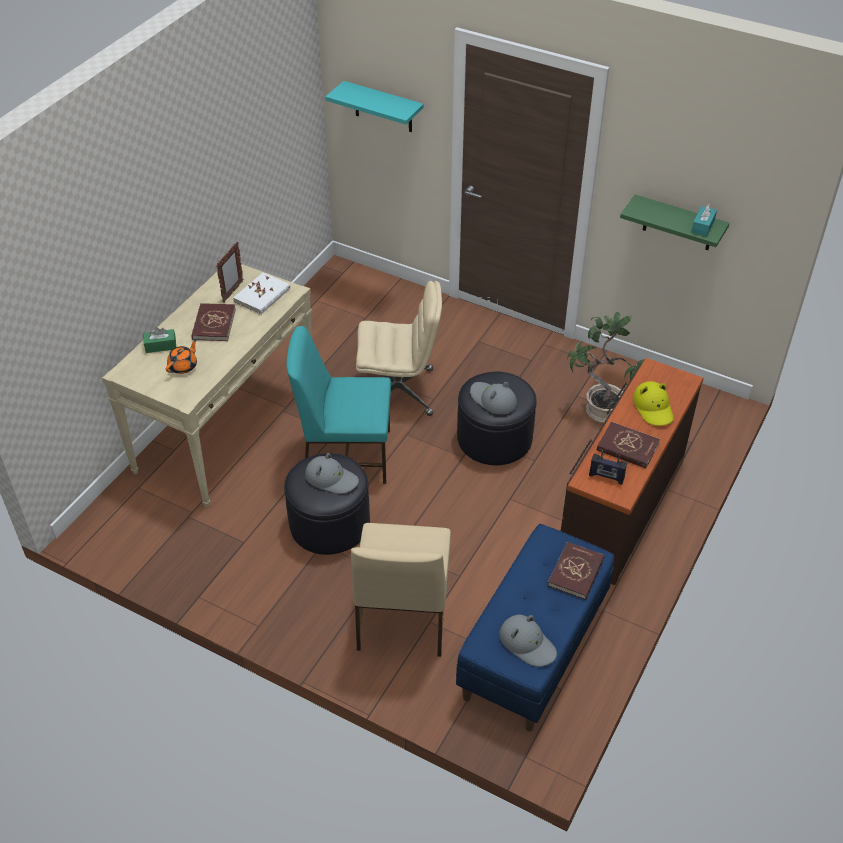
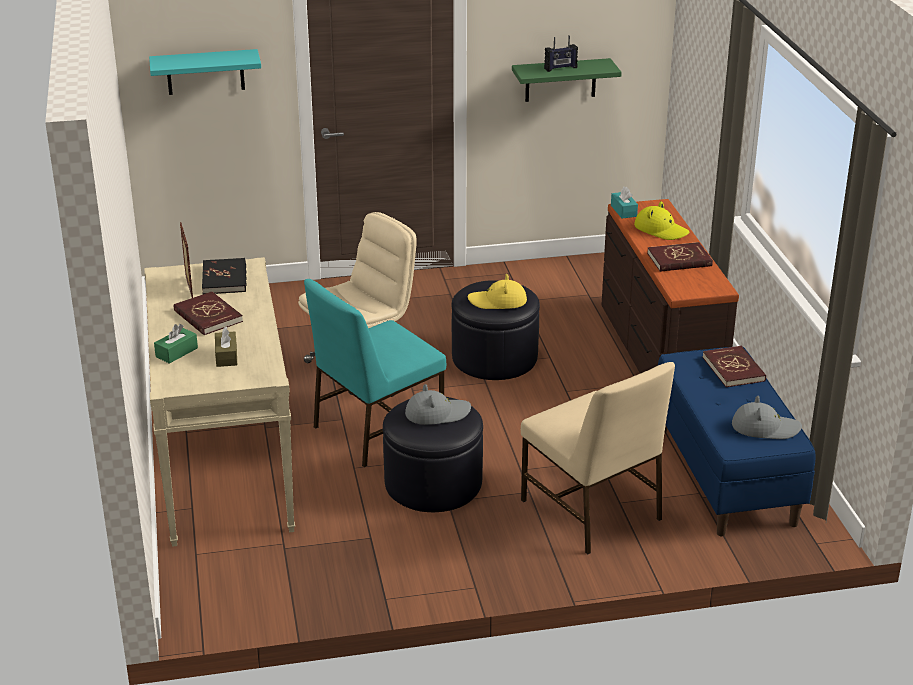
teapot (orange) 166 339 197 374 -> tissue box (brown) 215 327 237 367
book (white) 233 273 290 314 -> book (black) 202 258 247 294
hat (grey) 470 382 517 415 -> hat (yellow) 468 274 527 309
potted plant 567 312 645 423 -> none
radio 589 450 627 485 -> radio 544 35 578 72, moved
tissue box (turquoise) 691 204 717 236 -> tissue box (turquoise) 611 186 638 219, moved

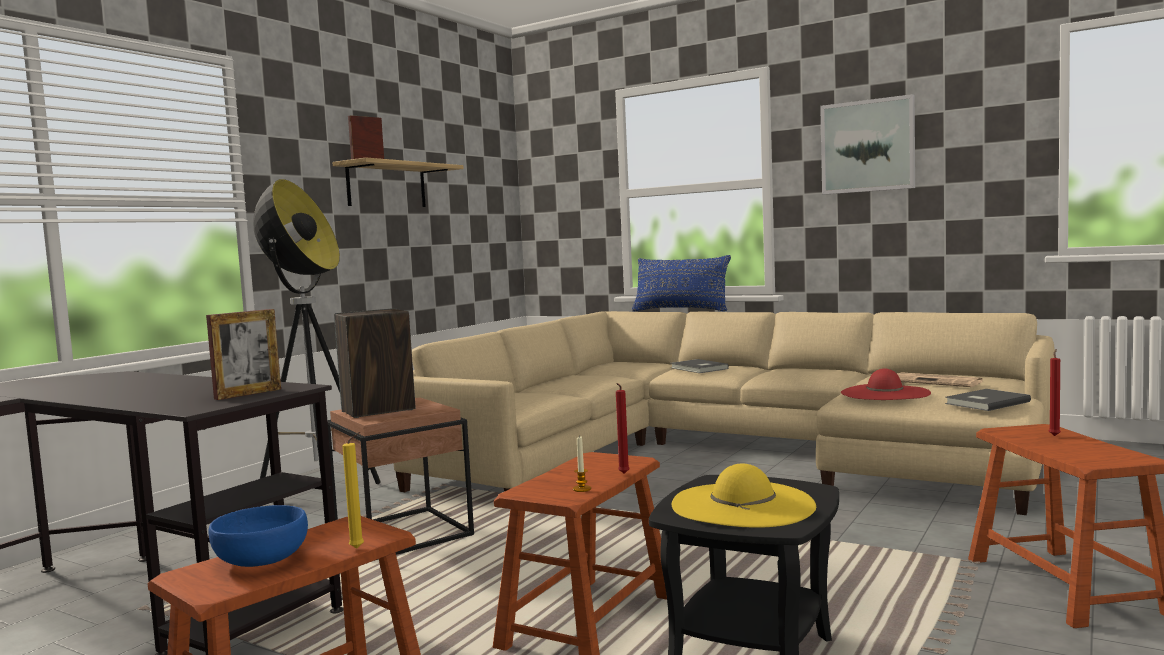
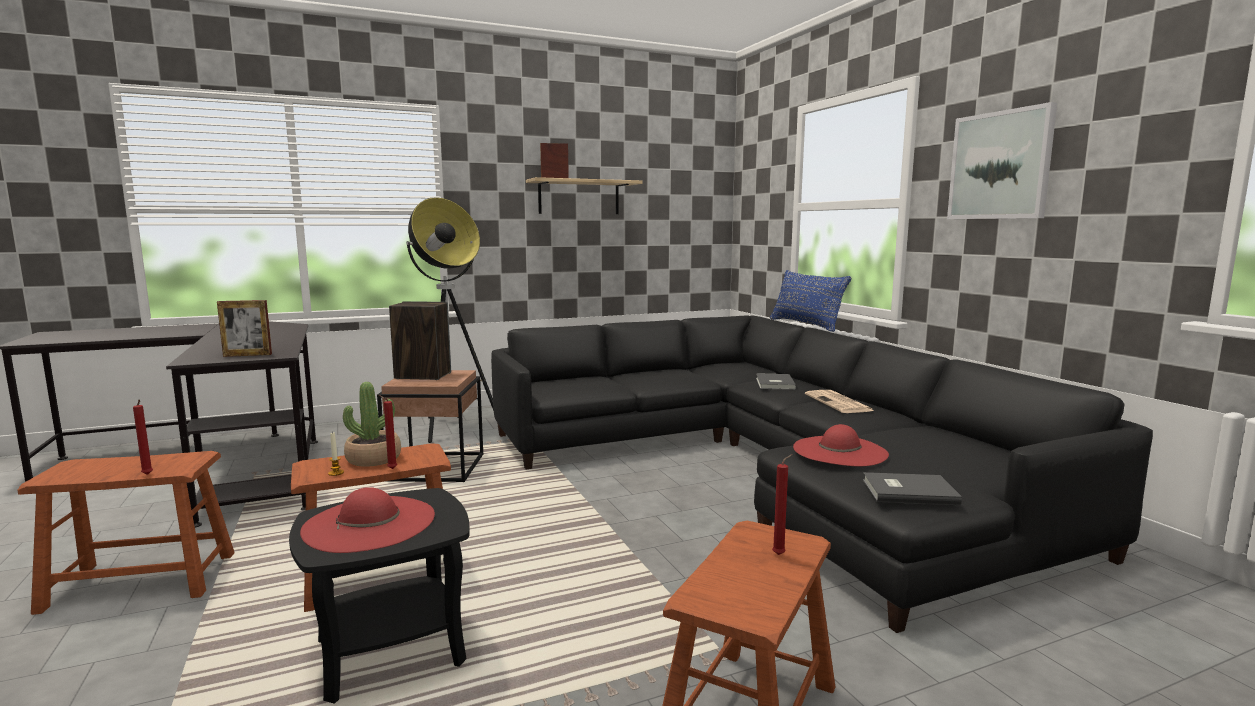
bowl (blue) 208 505 308 567 -> none
candle (yellow) 342 432 364 549 -> candle (red) 133 399 153 475
sofa (beige) 394 311 1055 515 -> sofa (black) 491 315 1153 633
hat (yellow) 672 463 816 528 -> hat (red) 300 487 435 553
newspaper 897 372 984 387 -> newspaper 805 390 874 413, moved
none -> potted plant 343 382 401 467

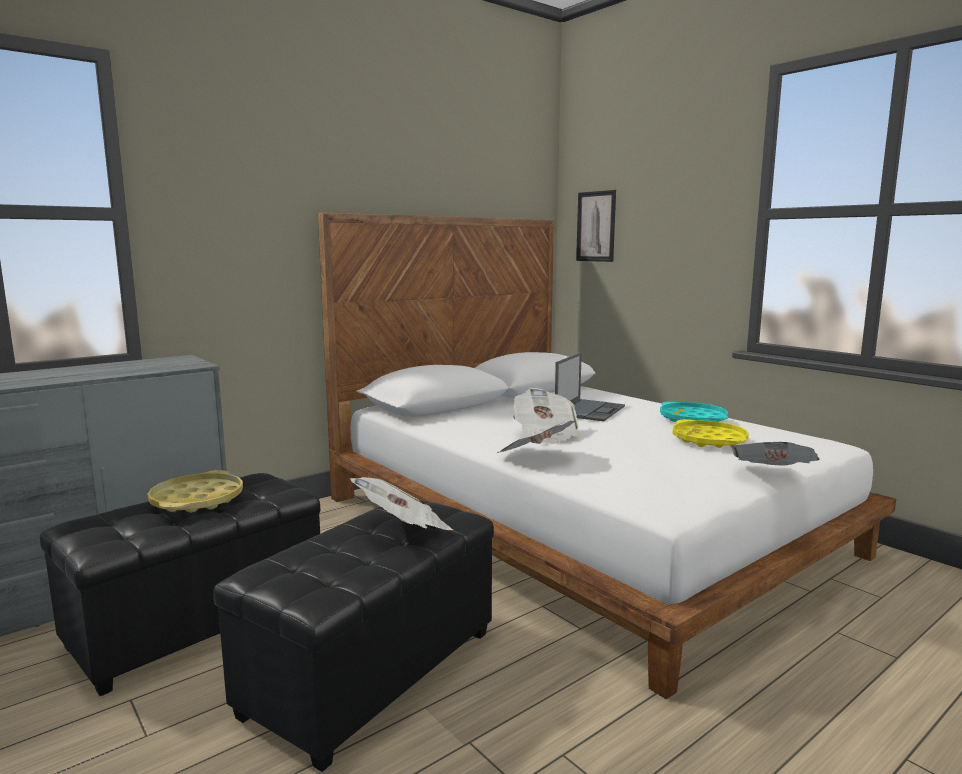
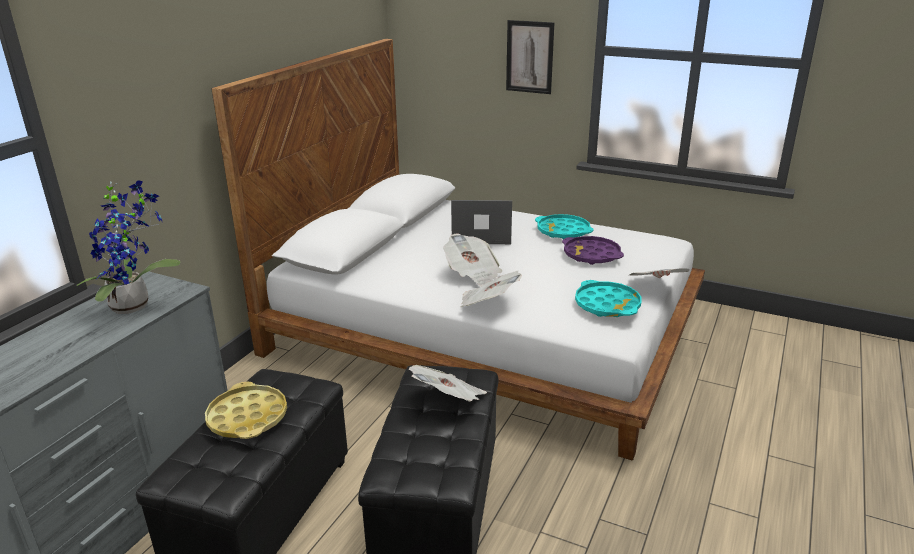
laptop 555 352 625 421 -> laptop 451 200 512 244, 90 degrees counterclockwise
picture 576 190 616 262 -> picture 506 20 554 94, moved
tray (yellow) 673 419 749 448 -> tray (purple) 562 236 624 265
none -> potted plant 76 180 181 314
none -> tray (turquoise) 575 280 642 317

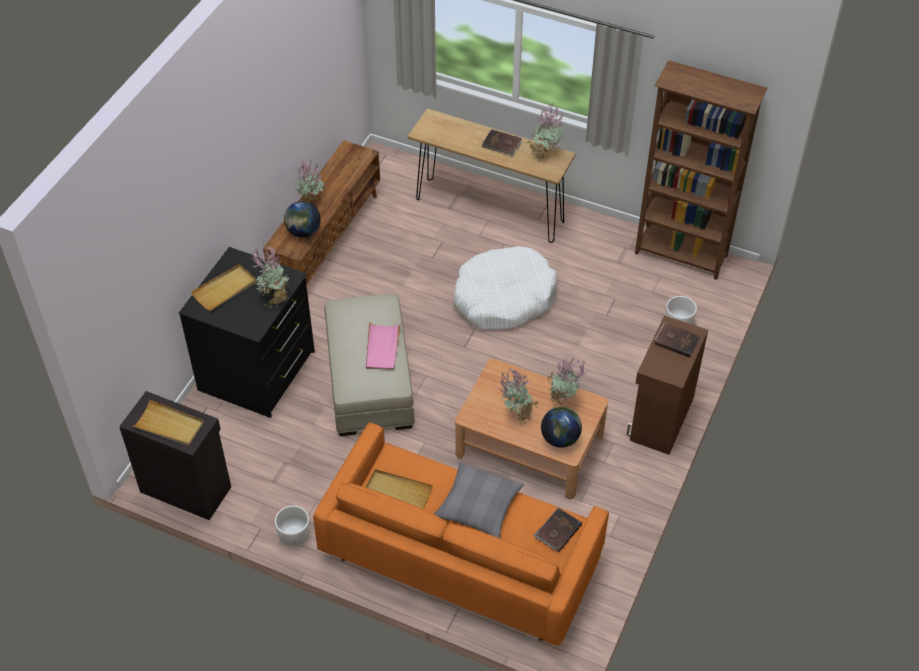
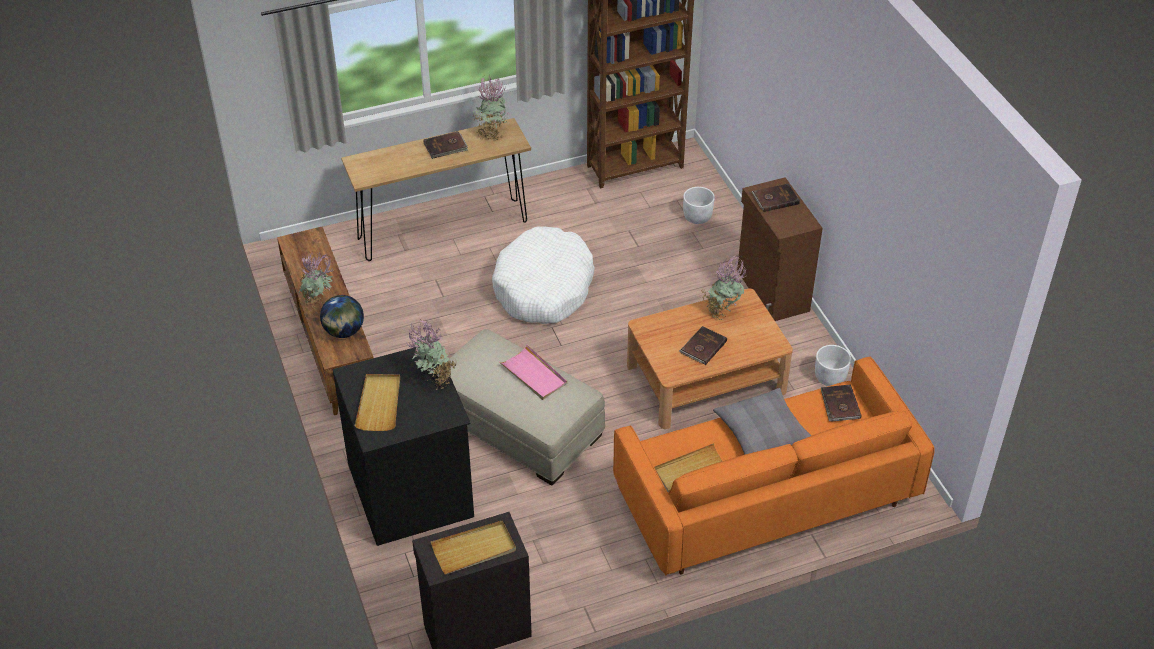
planter (white) 275 506 310 547 -> planter (white) 815 345 851 386, moved
potted plant 499 368 539 424 -> book (brown) 679 326 727 365
globe 541 407 582 448 -> none

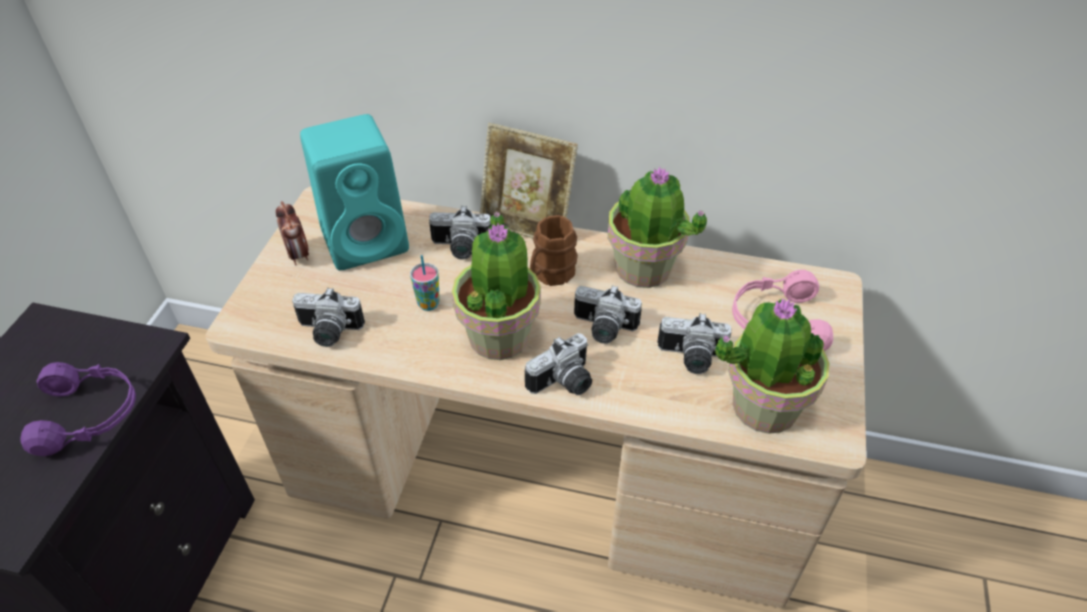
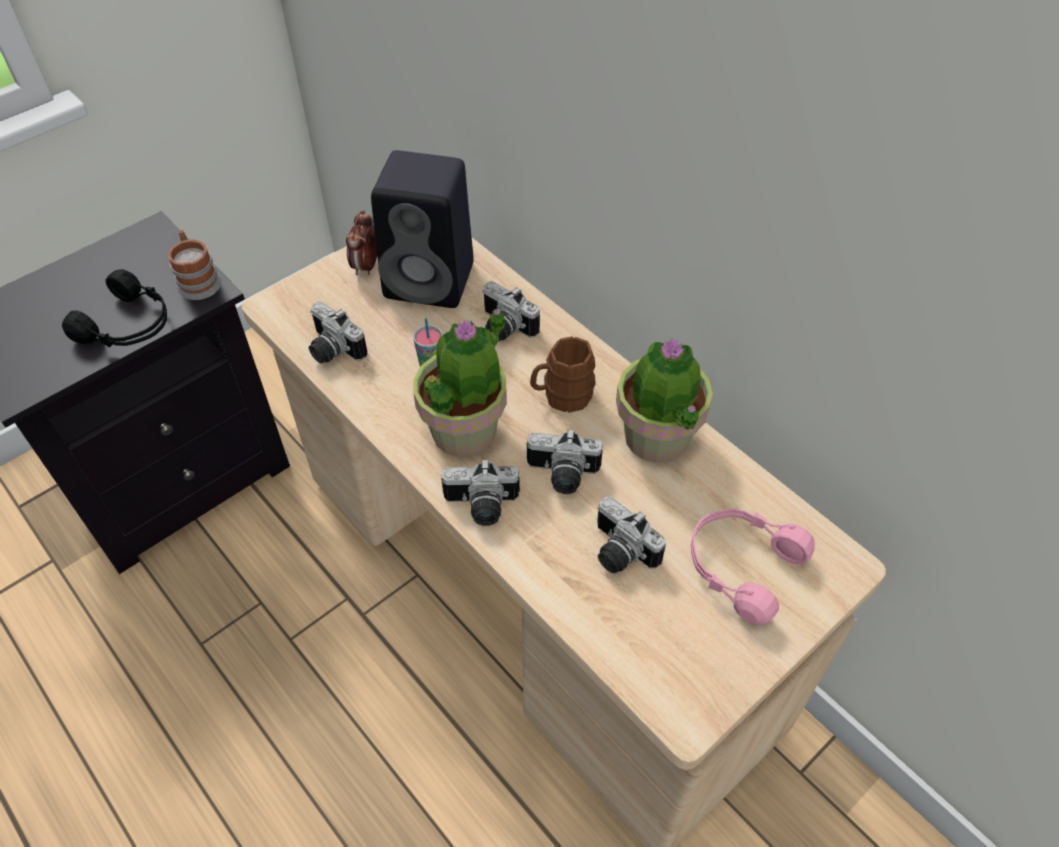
headphones (purple) 20 362 136 456 -> headphones (black) 62 269 167 348
speaker (turquoise) 300 114 409 271 -> speaker (black) 371 150 474 308
picture frame 480 123 578 238 -> none
photo camera 574 285 642 344 -> photo camera 527 429 603 494, 45 degrees counterclockwise
potted plant 714 298 829 434 -> none
none -> mug 168 230 221 300

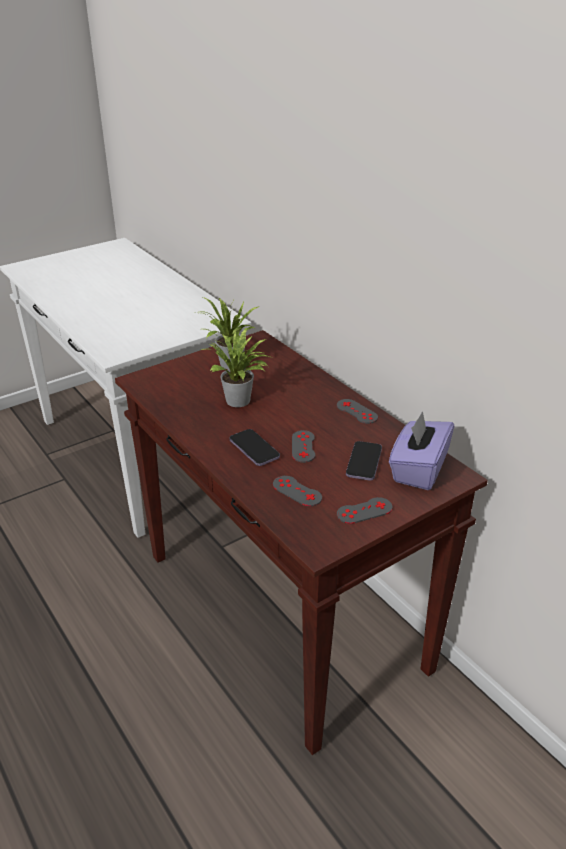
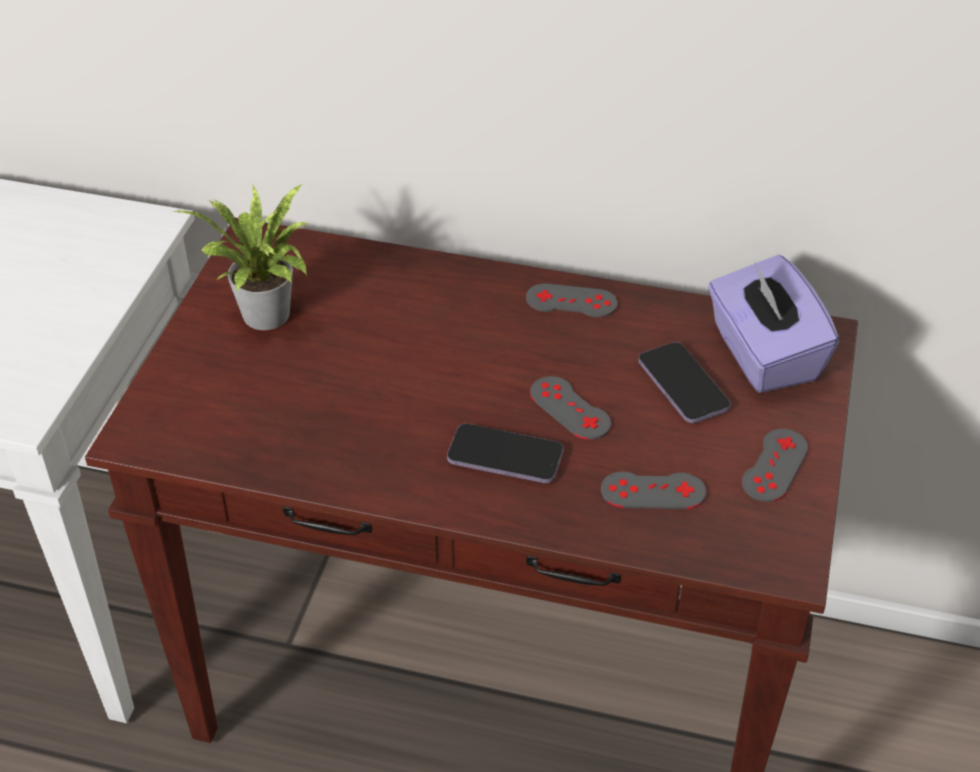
potted plant 201 327 270 407 -> none

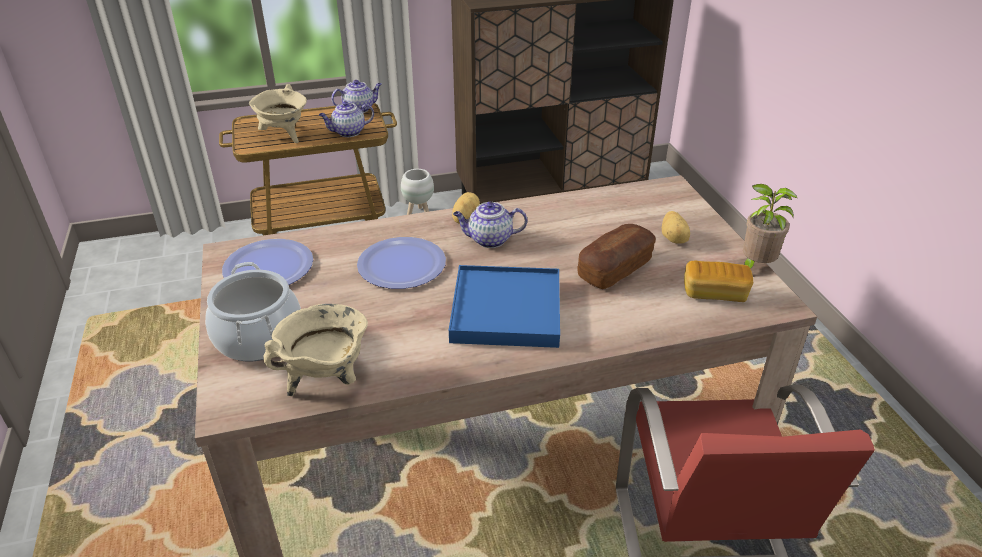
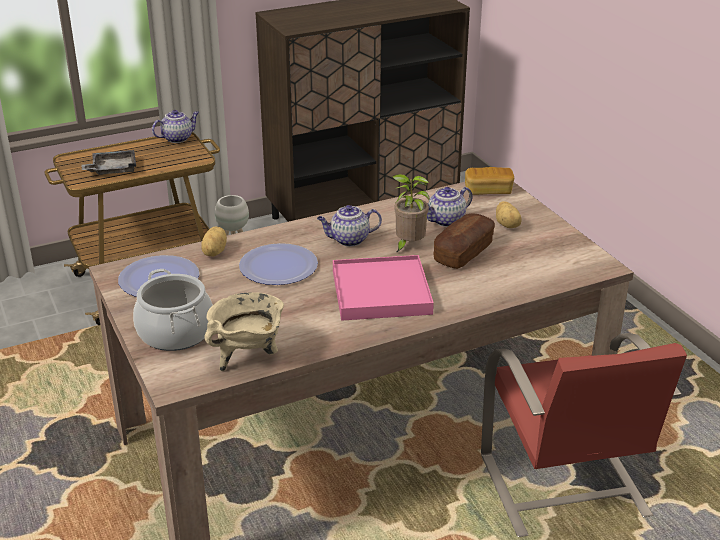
cooking pot (beige) 249 84 307 143 -> tray (grey) 82 150 136 175
teapot 319 101 374 137 -> teapot 427 187 472 227, moved
tray (blue) 449 265 560 348 -> tray (pink) 333 255 434 321
potato 452 192 480 224 -> potato 202 227 227 257, moved
bread 684 260 753 302 -> bread 465 167 514 195, moved
potted plant 743 184 797 269 -> potted plant 392 174 429 253, moved

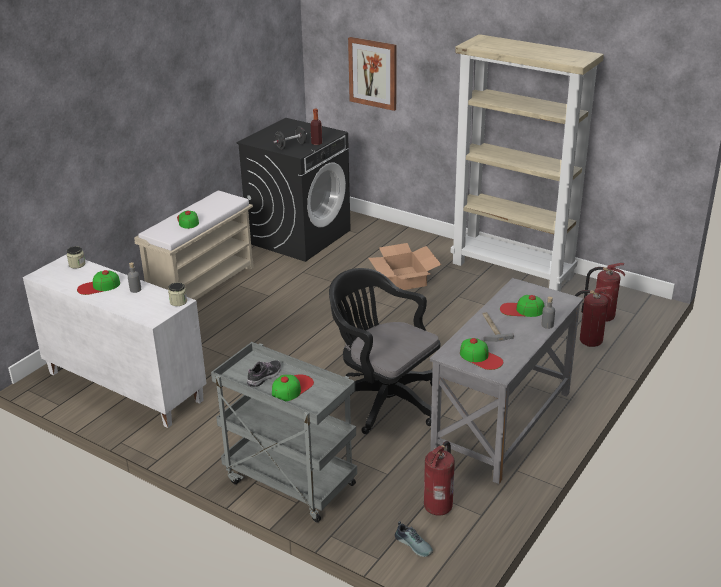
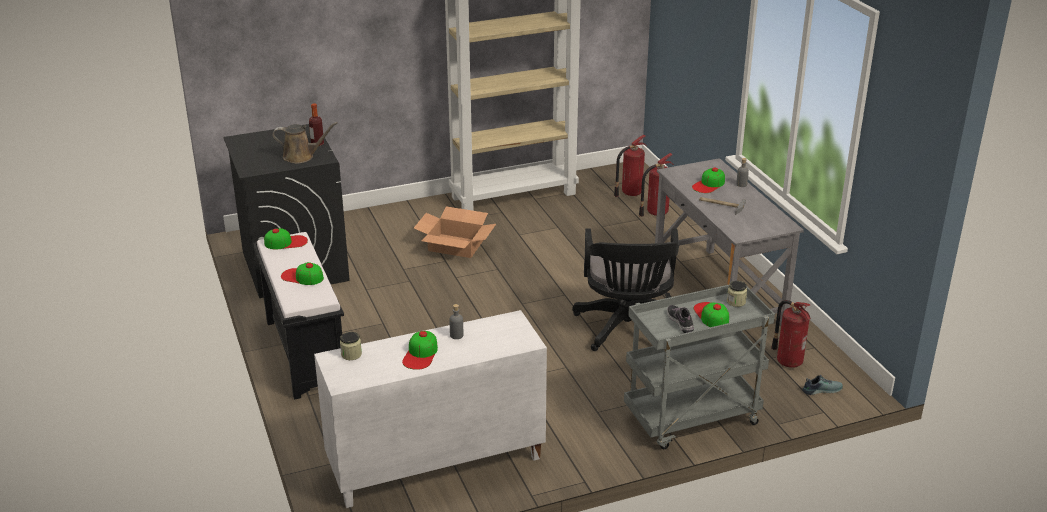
bench (beige) 134 191 254 300 -> bench (black) 254 232 344 400
jar 168 282 187 306 -> jar 727 281 747 307, moved
dumbbell (black) 274 126 307 150 -> watering can (brown) 272 122 338 164
office chair (black) 329 268 440 434 -> office chair (black) 572 228 679 351, 75 degrees counterclockwise
picture 348 37 397 111 -> none
cap 460 338 503 370 -> cap 264 228 308 249, moved

